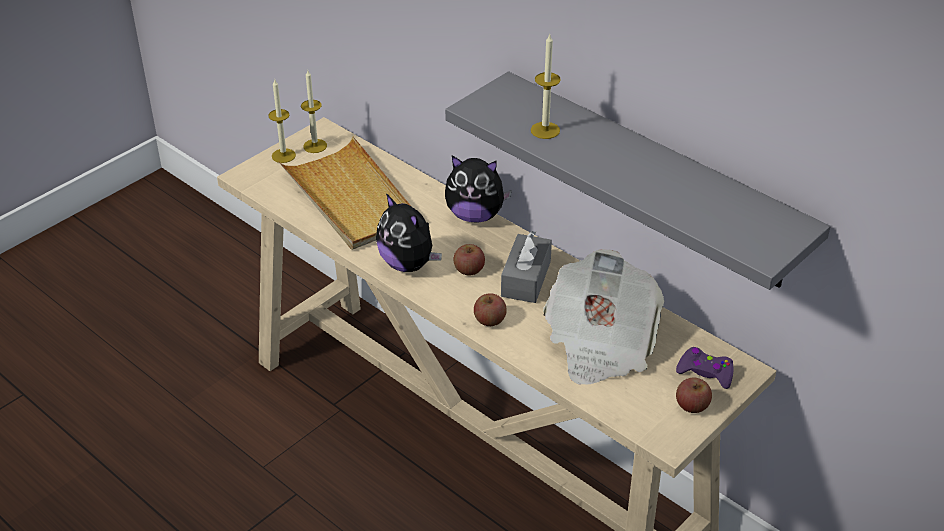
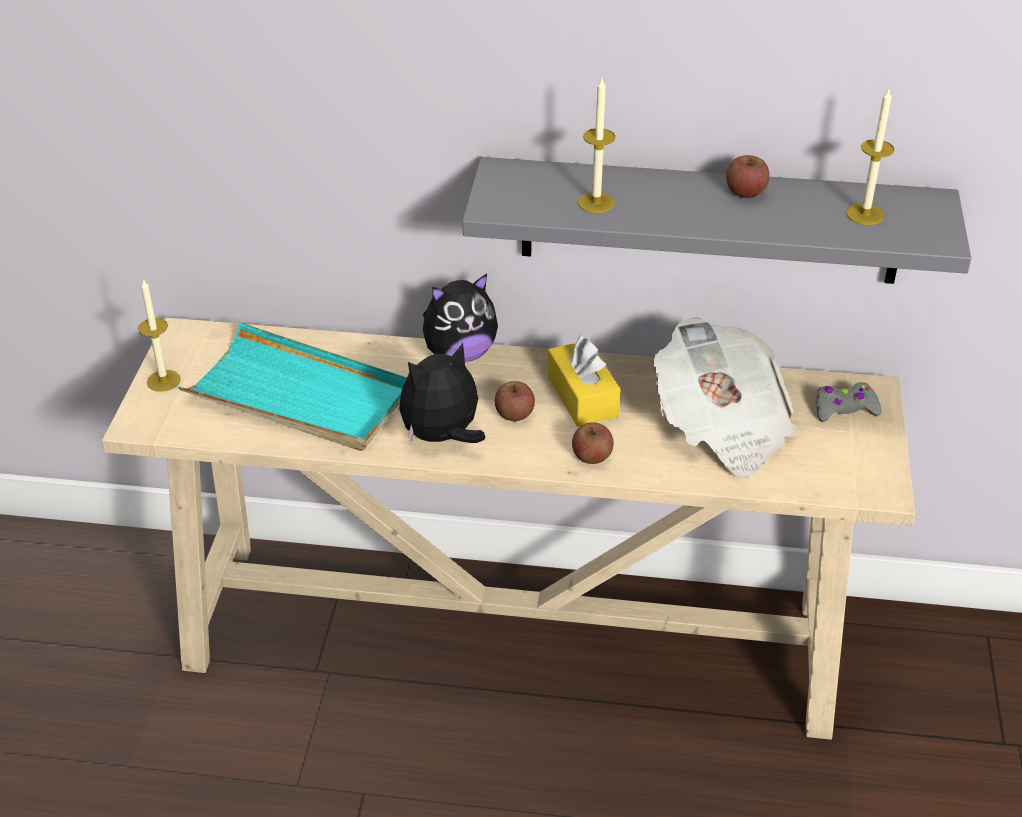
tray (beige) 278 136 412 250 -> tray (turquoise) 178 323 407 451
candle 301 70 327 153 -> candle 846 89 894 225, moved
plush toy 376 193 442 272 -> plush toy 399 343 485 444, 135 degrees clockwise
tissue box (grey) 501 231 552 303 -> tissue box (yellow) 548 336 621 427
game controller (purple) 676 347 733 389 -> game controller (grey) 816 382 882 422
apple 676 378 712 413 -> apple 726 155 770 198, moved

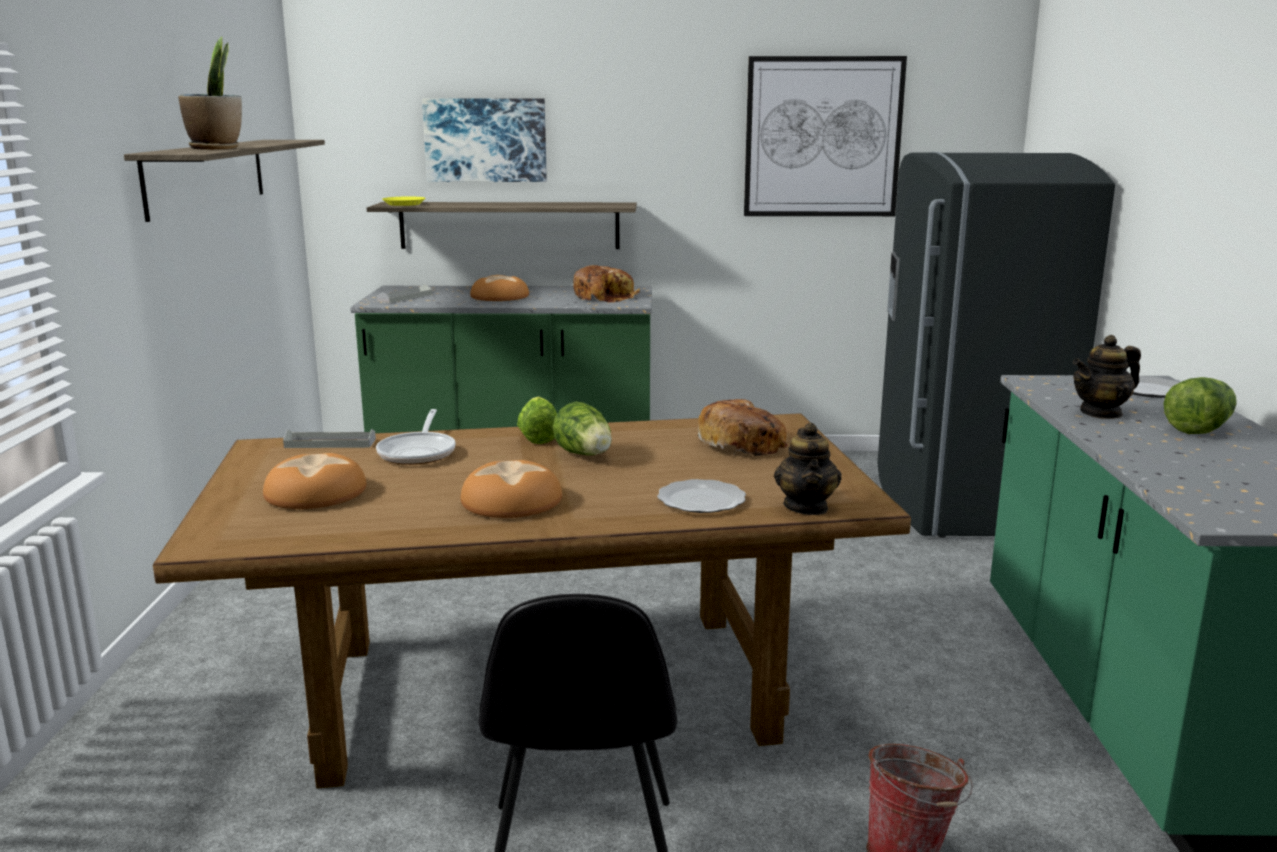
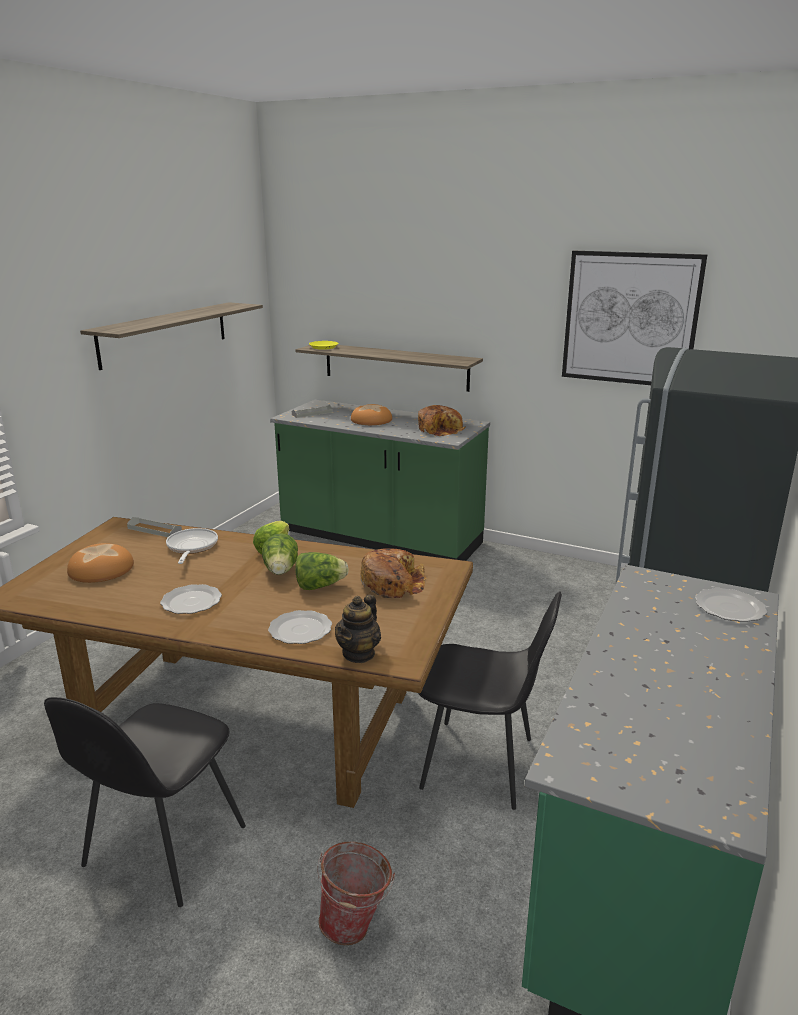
potted plant 178 37 242 150 -> none
frying pan 376 409 456 465 -> frying pan 166 528 218 564, 150 degrees clockwise
picture 422 98 547 182 -> none
bread 461 460 562 518 -> plate 160 584 222 614
teapot 1073 335 1141 419 -> none
lettuce 1163 377 1237 434 -> lettuce 295 552 349 590, moved
none -> chair (black) 418 591 562 810

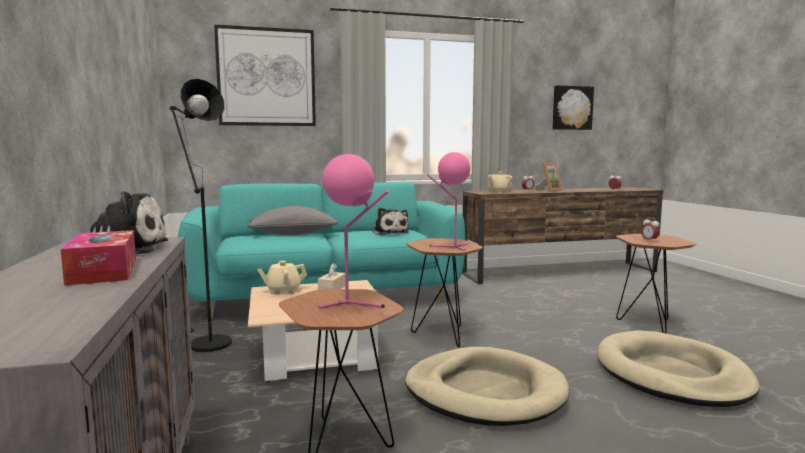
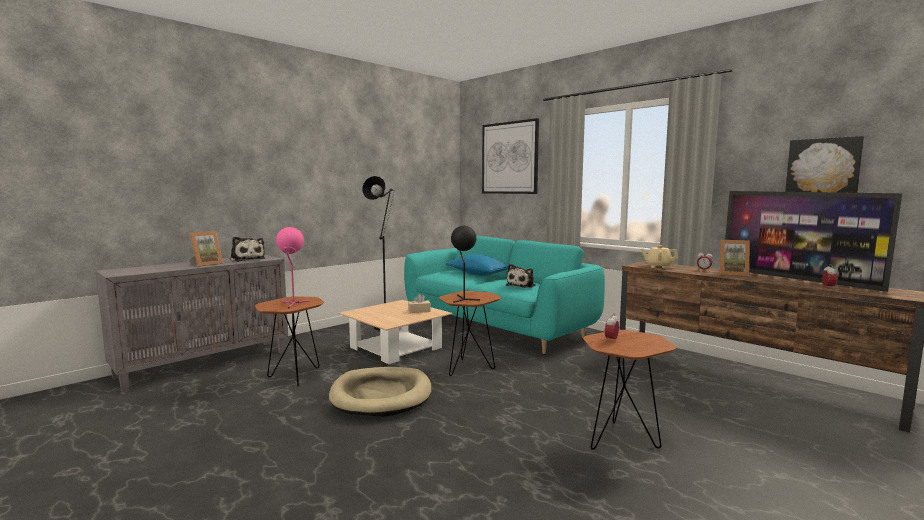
tissue box 61 230 136 286 -> picture frame 189 231 223 267
pillow (grey) 248 206 338 235 -> pillow (blue) 446 254 509 276
teapot (beige) 257 261 307 294 -> none
table lamp (pink) 427 152 471 251 -> table lamp (black) 451 226 480 303
dog bed (beige) 597 330 760 407 -> none
none -> television 725 191 902 292

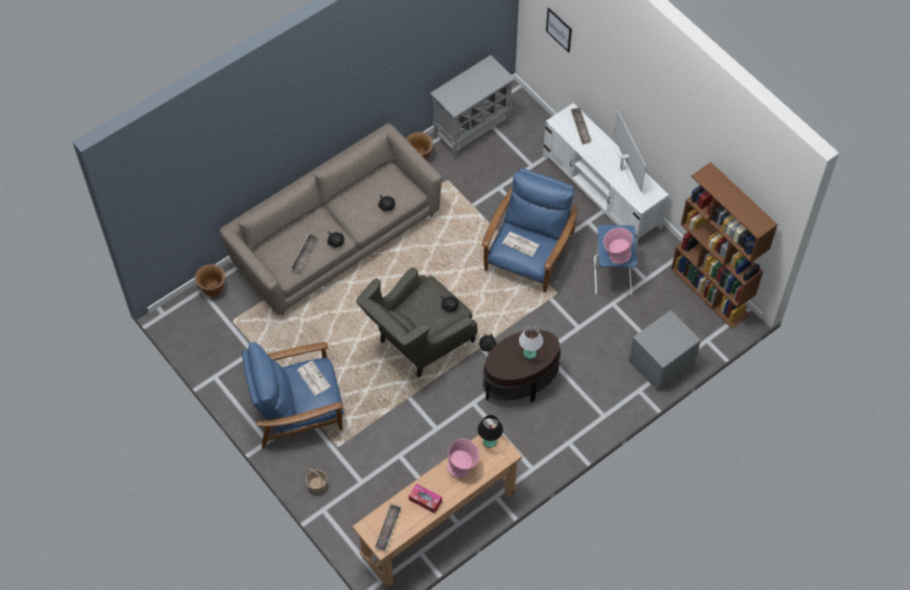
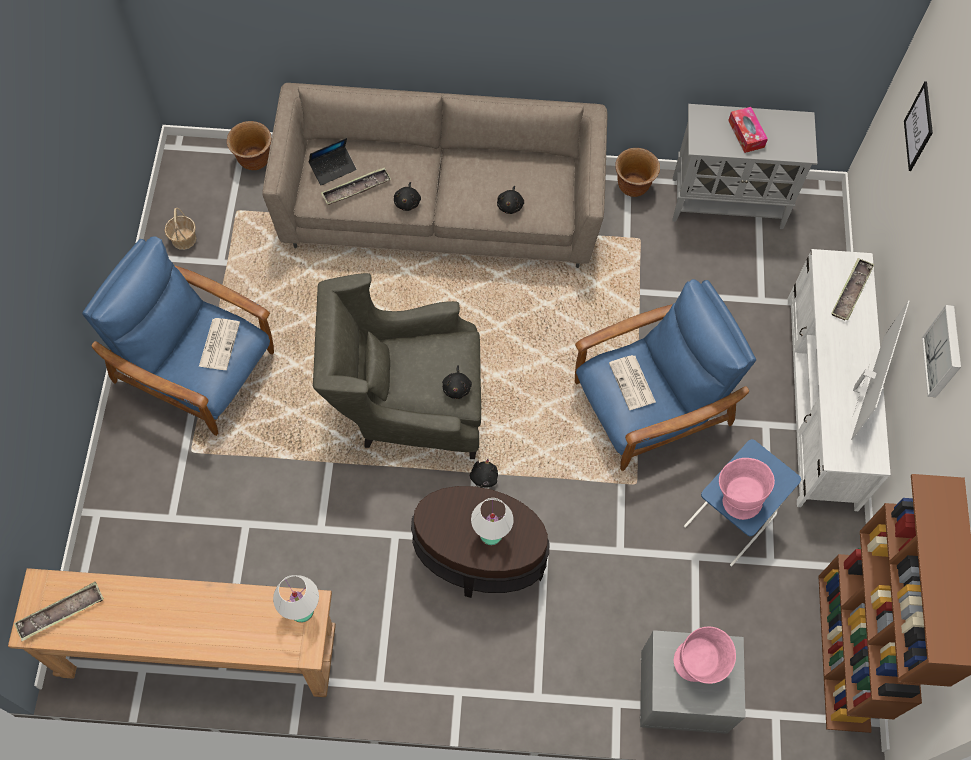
basket 306 468 327 493 -> basket 165 208 196 250, moved
tissue box 409 484 442 513 -> tissue box 728 107 768 153, moved
bowl (pink) 447 439 480 478 -> bowl (pink) 674 627 736 684, moved
table lamp (black) 478 415 503 448 -> table lamp (white) 273 575 319 623
none -> laptop 309 138 356 185
none -> picture 922 305 961 397

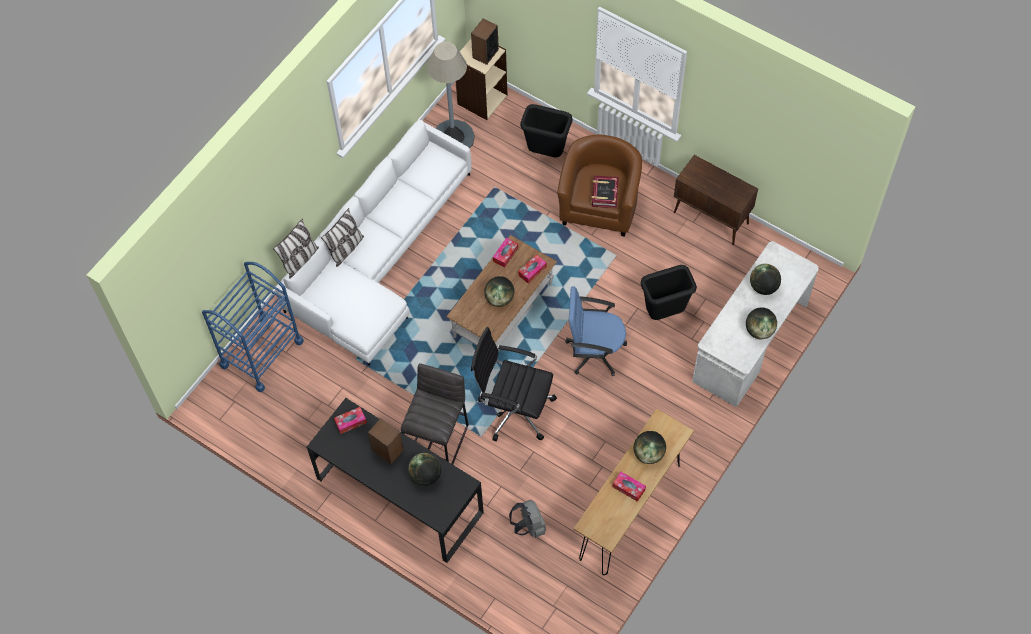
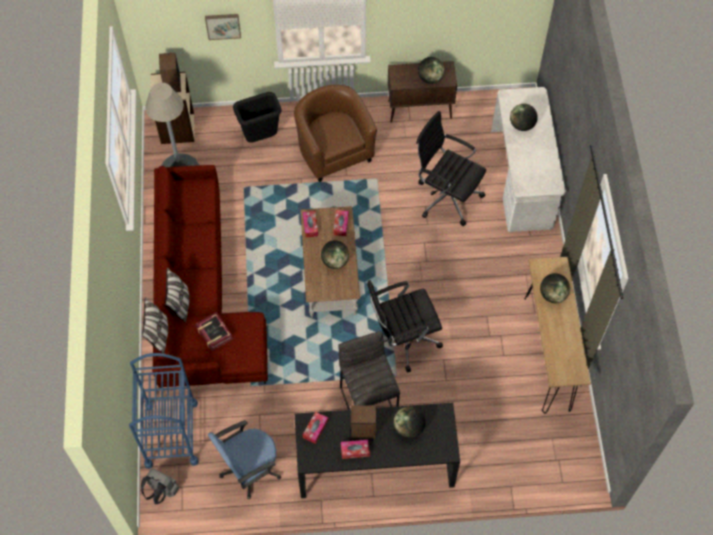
sofa (white) 275 119 472 366 -> sofa (red) 152 165 268 388
backpack (grey) 509 500 546 538 -> backpack (grey) 141 469 179 504, moved
office chair (blue) 565 286 627 376 -> office chair (blue) 208 420 281 499, moved
book 591 175 619 208 -> book 195 312 233 351, moved
tissue box 613 472 646 502 -> tissue box 341 440 370 459, moved
trash can (black) 641 265 697 320 -> office chair (black) 416 111 486 226
globe 746 307 777 339 -> globe 418 57 444 84, moved
none -> picture 205 14 241 40

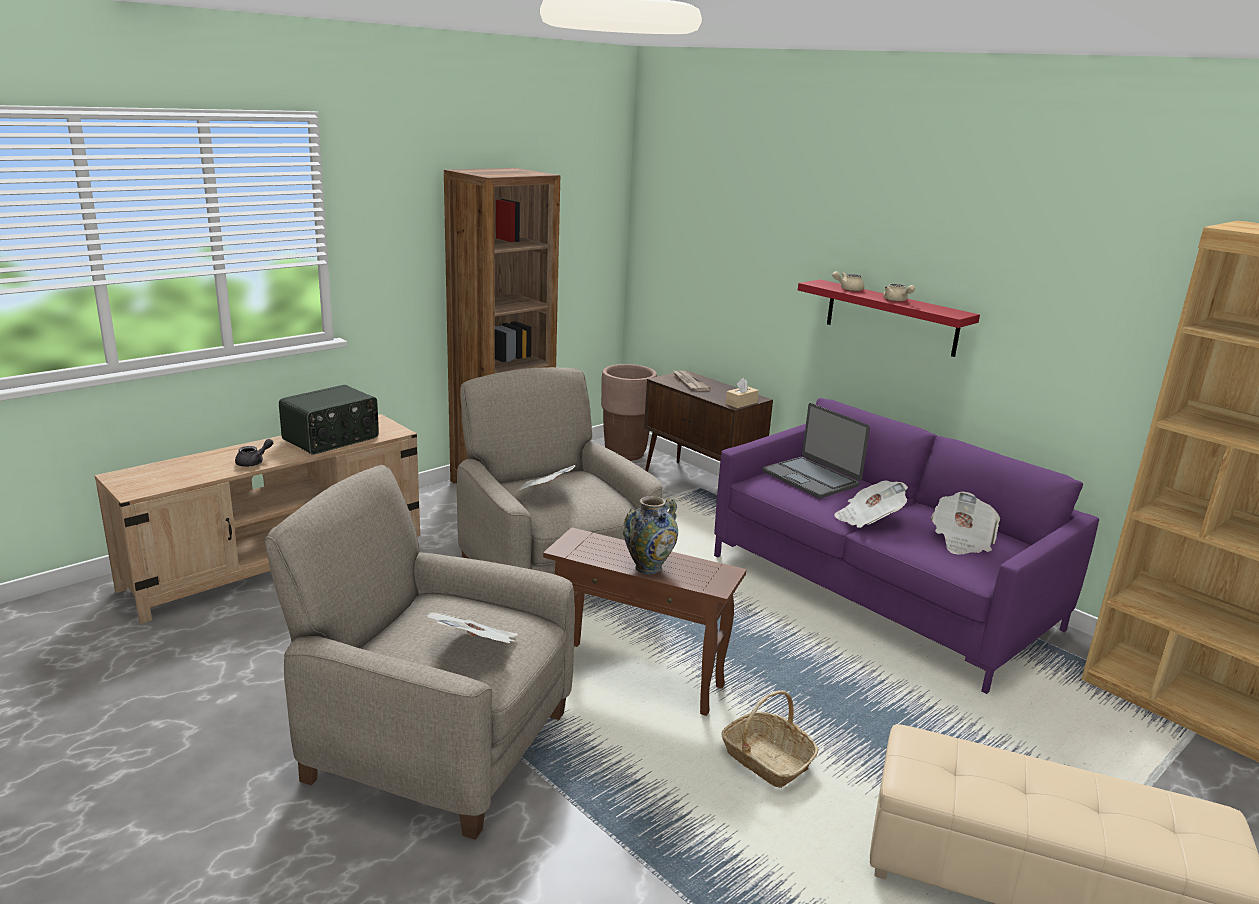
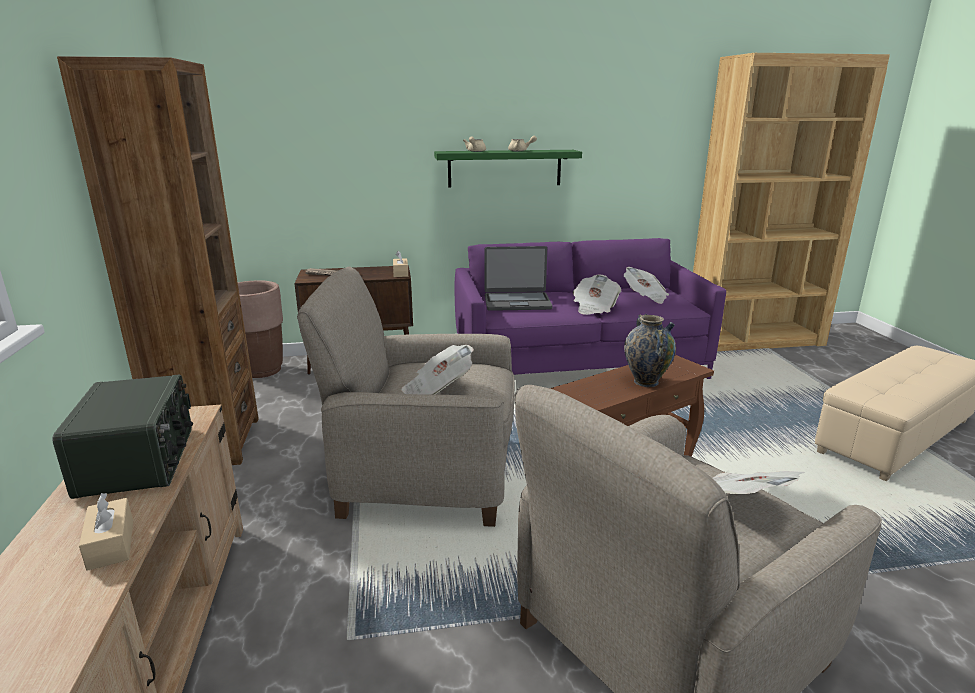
teapot (grey) 235 439 273 467 -> tissue box (beige) 79 493 133 571
basket 721 690 819 788 -> none
shelf (red) 798 279 980 357 -> shelf (green) 434 150 582 188

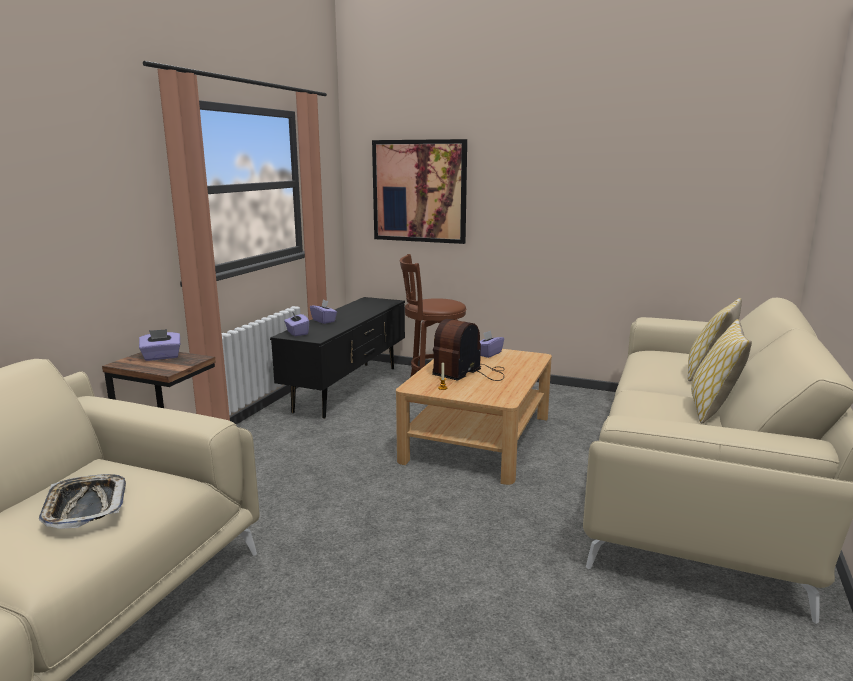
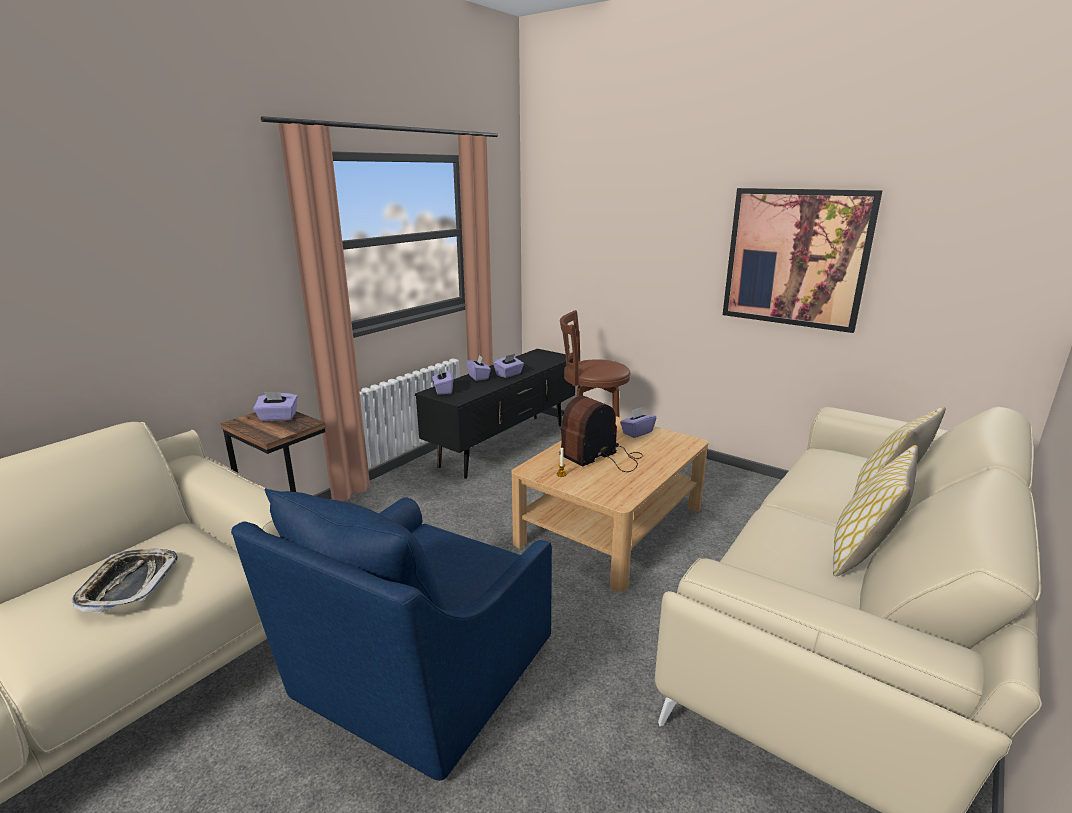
picture 372 139 467 244 -> picture 723 188 883 333, moved
none -> armchair (blue) 231 488 552 781
none -> tissue box (purple) 493 354 524 378

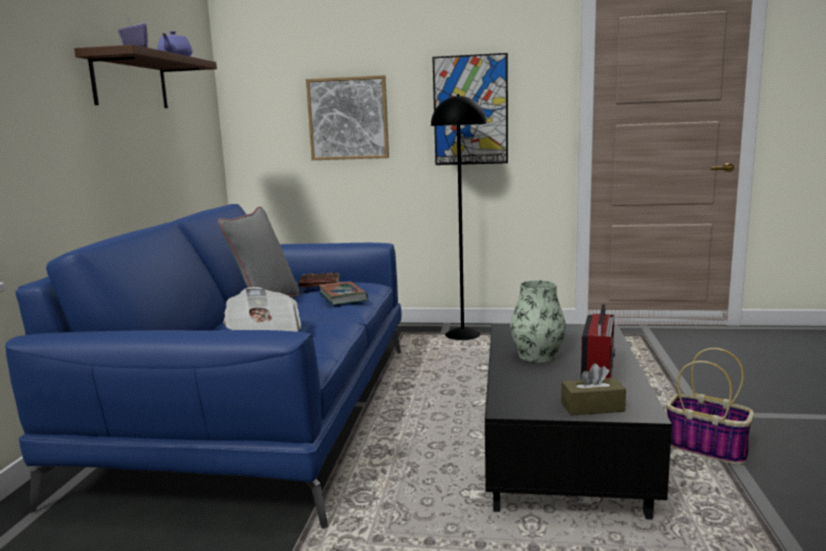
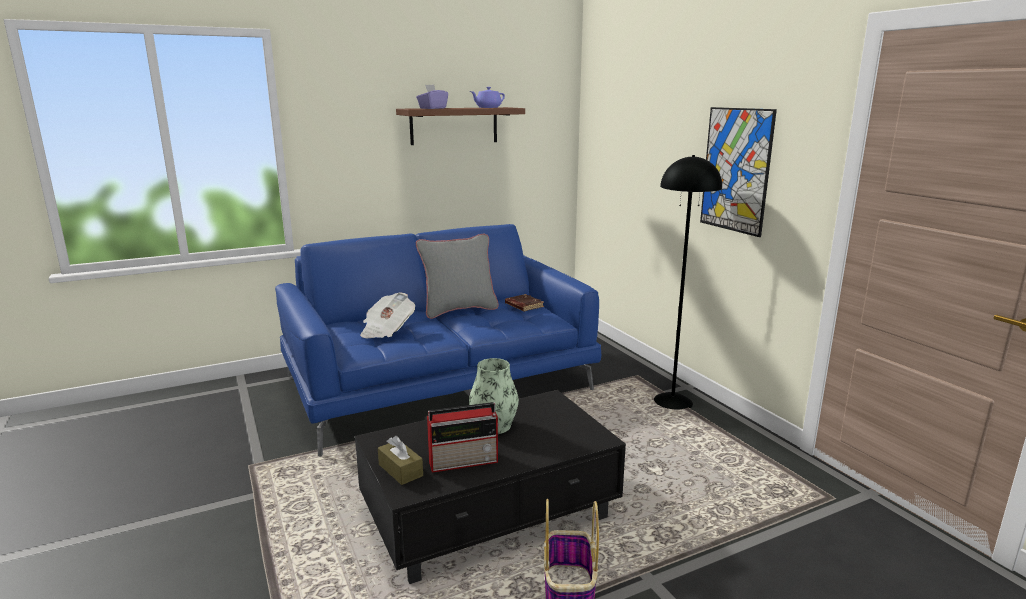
picture 306 75 389 160 -> none
book 318 281 368 305 -> none

